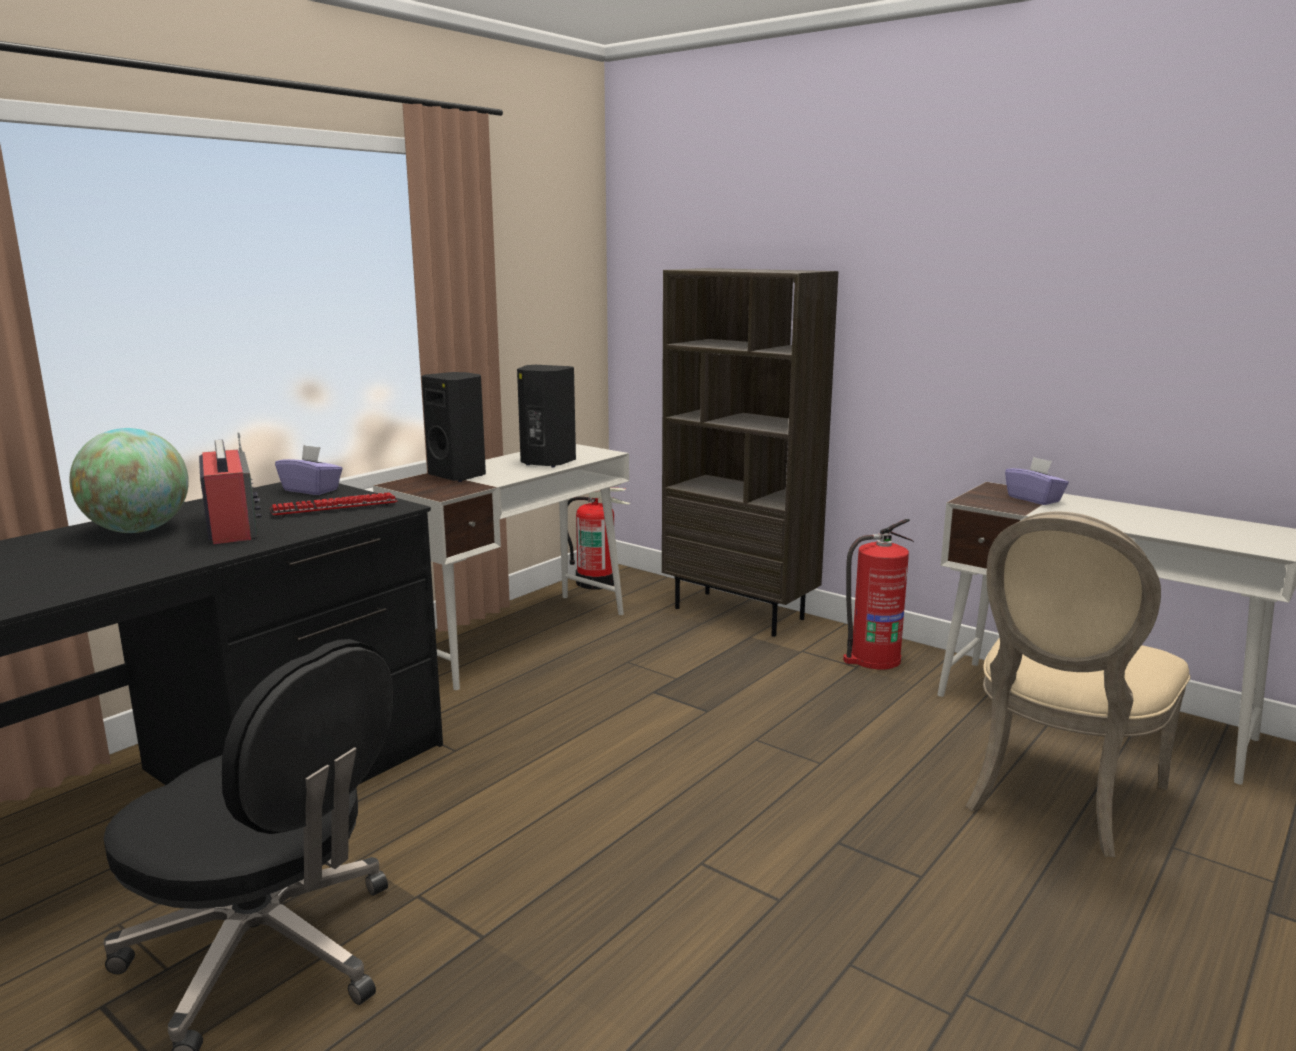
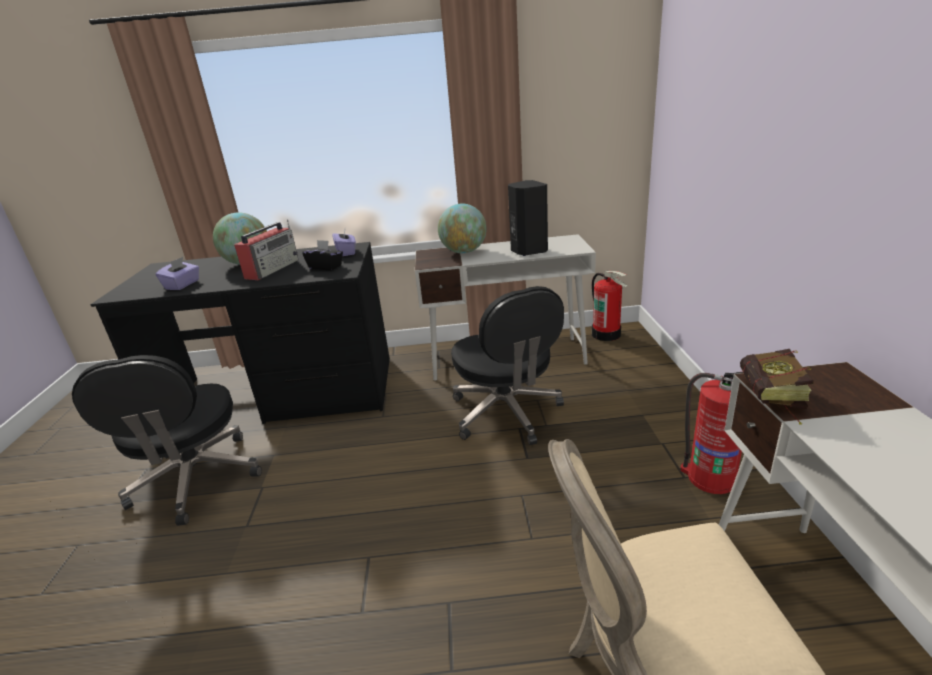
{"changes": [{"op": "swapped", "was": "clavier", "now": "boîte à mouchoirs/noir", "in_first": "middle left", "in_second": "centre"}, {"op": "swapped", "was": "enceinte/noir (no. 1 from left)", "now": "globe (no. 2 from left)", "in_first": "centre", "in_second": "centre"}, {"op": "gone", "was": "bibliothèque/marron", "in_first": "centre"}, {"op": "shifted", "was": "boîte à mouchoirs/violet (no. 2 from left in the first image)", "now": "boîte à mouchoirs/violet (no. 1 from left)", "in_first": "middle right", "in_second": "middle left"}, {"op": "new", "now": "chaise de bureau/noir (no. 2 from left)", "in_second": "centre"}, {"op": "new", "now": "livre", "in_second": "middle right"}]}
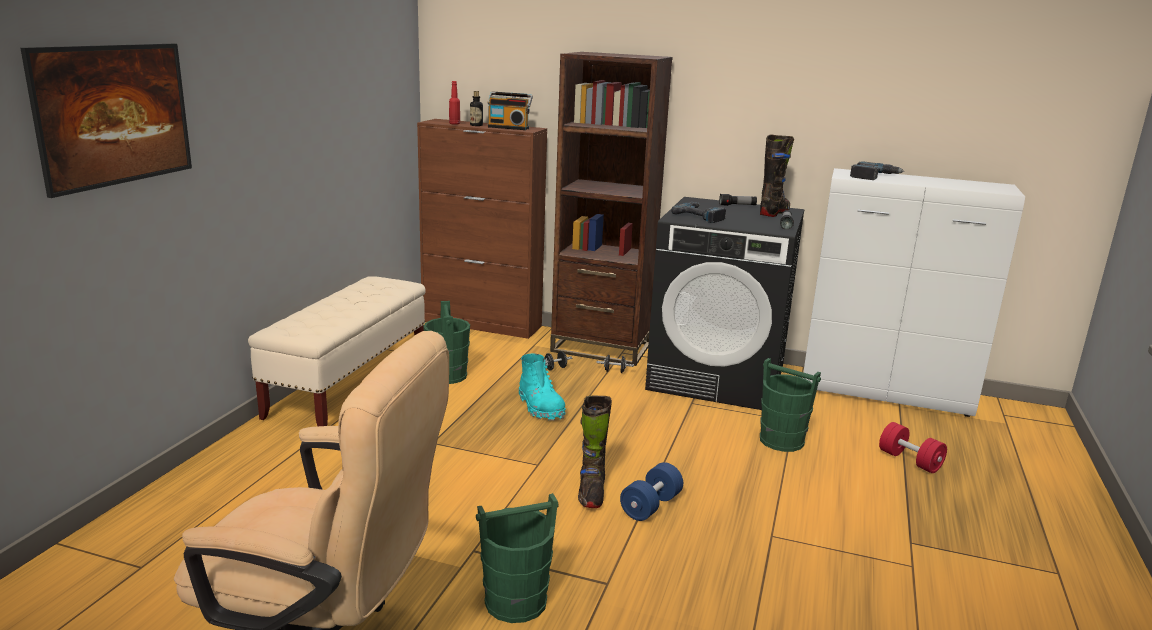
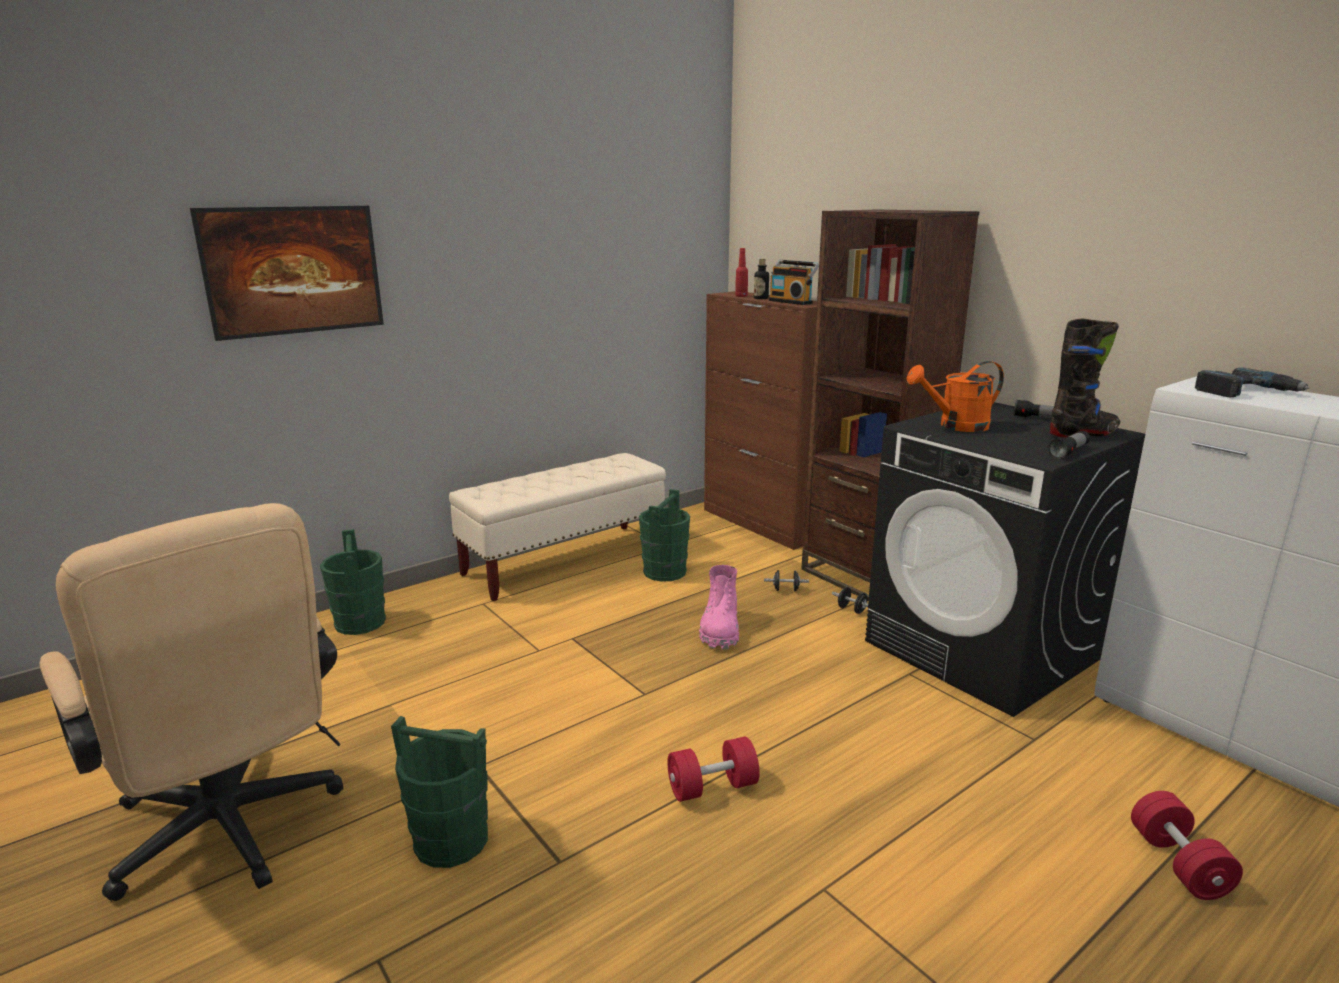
{"changes": [{"op": "repainted", "was": "botte/turquoise", "now": "botte/rose", "in_first": "centre", "in_second": "centre"}, {"op": "gone", "was": "botte/noir (no. 1 from left)", "in_first": "bottom centre"}, {"op": "repainted", "was": "haltère/bleu", "now": "haltère/rouge (no. 1 from left)", "in_first": "bottom centre", "in_second": "bottom centre"}, {"op": "swapped", "was": "perceuse (no. 1 from left)", "now": "arrosoir/orange", "in_first": "centre", "in_second": "middle right"}, {"op": "shifted", "was": "seau/vert (no. 3 from left in the first image)", "now": "seau/vert (no. 1 from left)", "in_first": "middle right", "in_second": "middle left"}]}
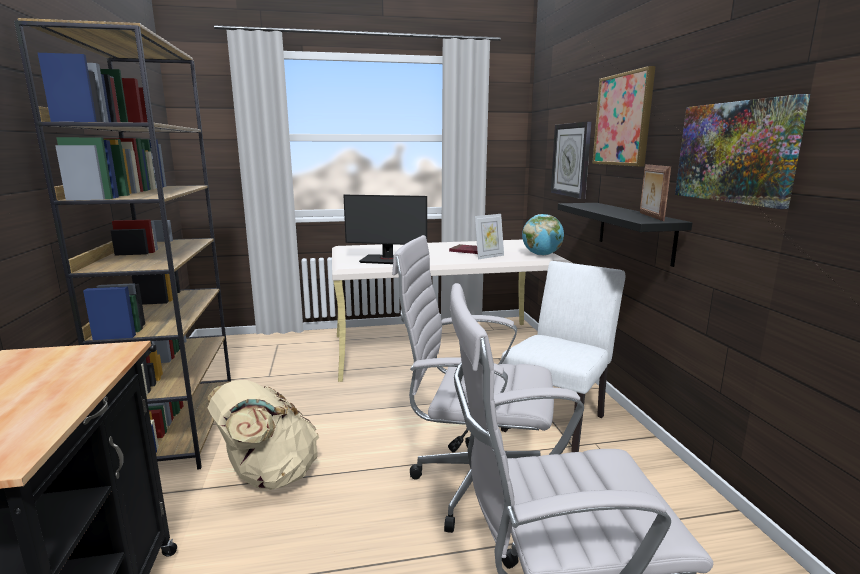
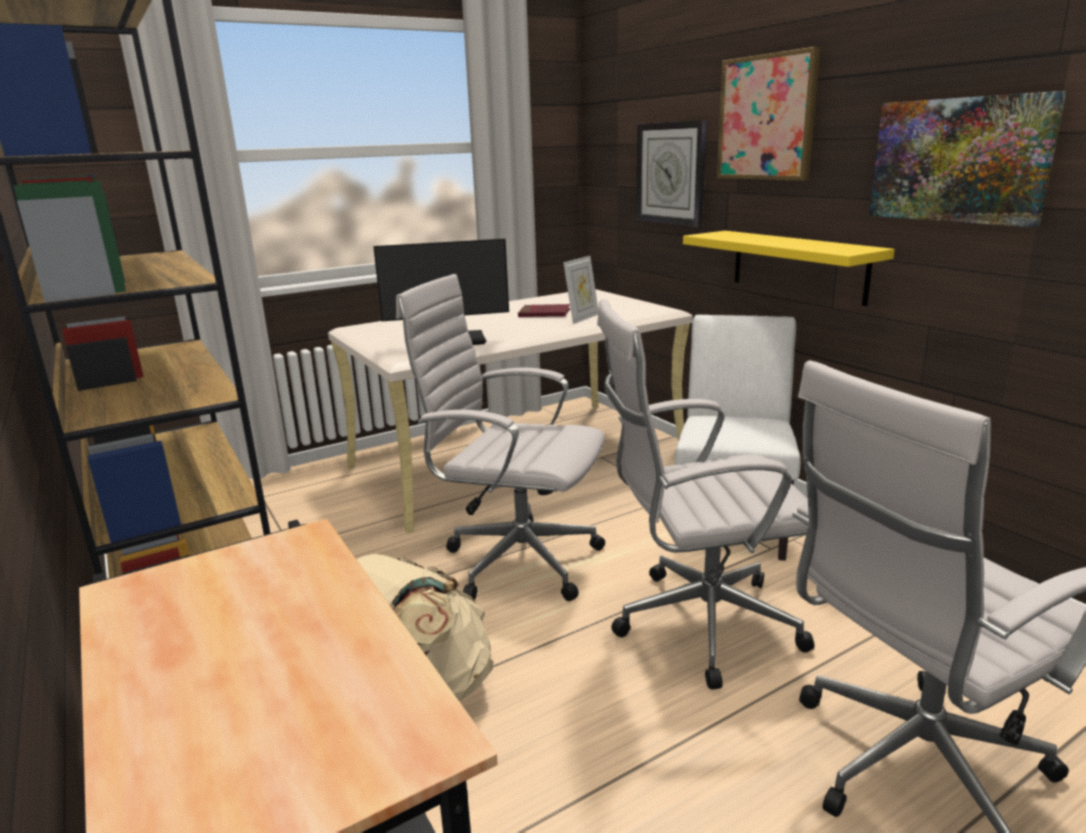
{"changes": [{"op": "gone", "was": "globe", "in_first": "centre"}, {"op": "repainted", "was": "étagère/noir", "now": "étagère/jaune", "in_first": "middle right", "in_second": "top right"}, {"op": "gone", "was": "cadre photo (no. 2 from left)", "in_first": "middle right"}, {"op": "new", "now": "chaise de bureau/blanc (no. 1 from left)", "in_second": "centre"}]}
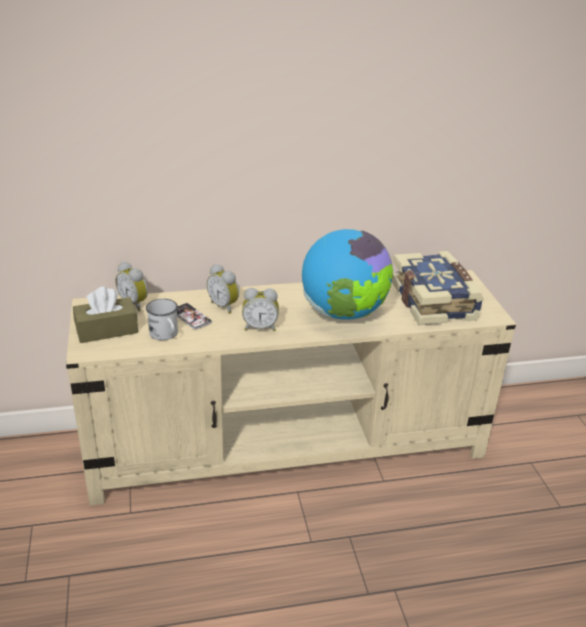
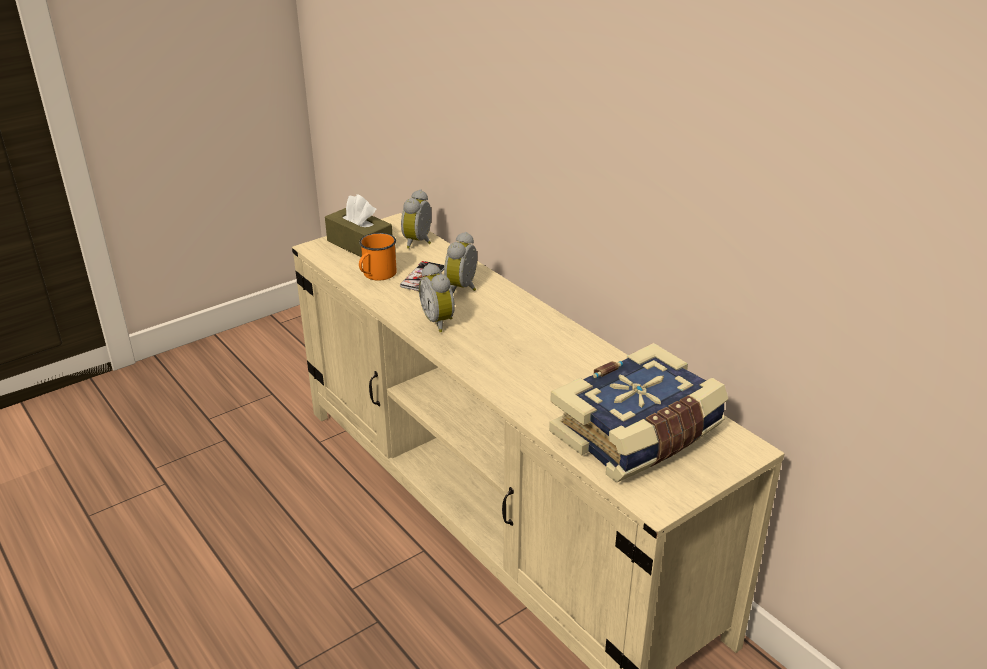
{"changes": [{"op": "repainted", "was": "mug/blanc", "now": "mug/orange", "in_first": "middle left", "in_second": "centre"}, {"op": "gone", "was": "globe", "in_first": "centre"}]}
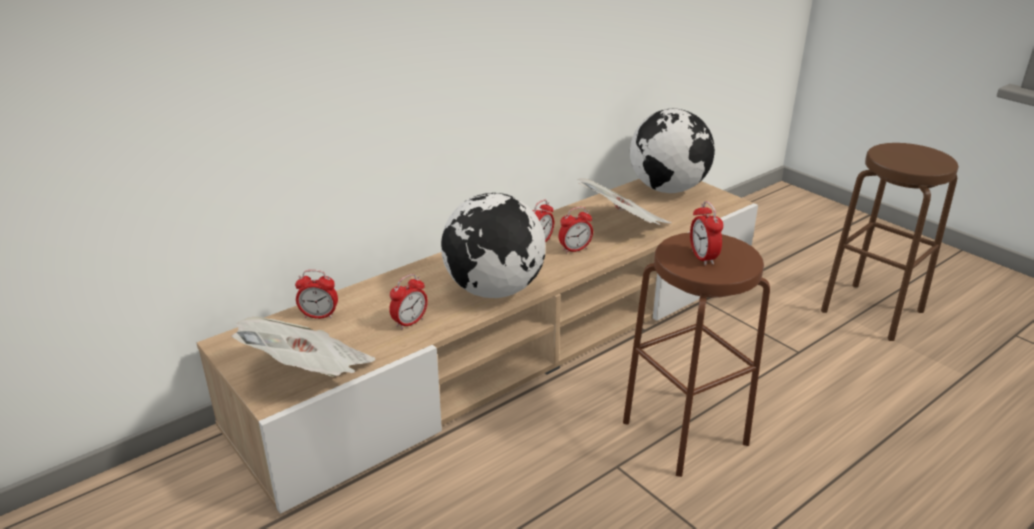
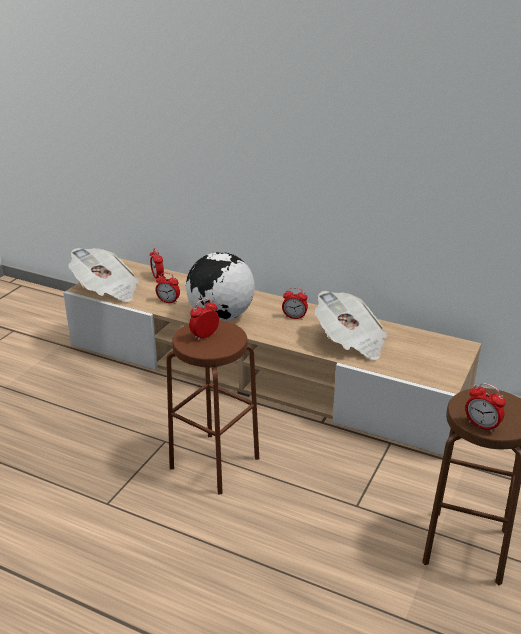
{"changes": [{"op": "shifted", "was": "réveil (no. 4 from left in the first image)", "now": "réveil (no. 5 from left)", "in_first": "centre", "in_second": "middle right"}, {"op": "gone", "was": "globe (no. 2 from left)", "in_first": "top centre"}]}
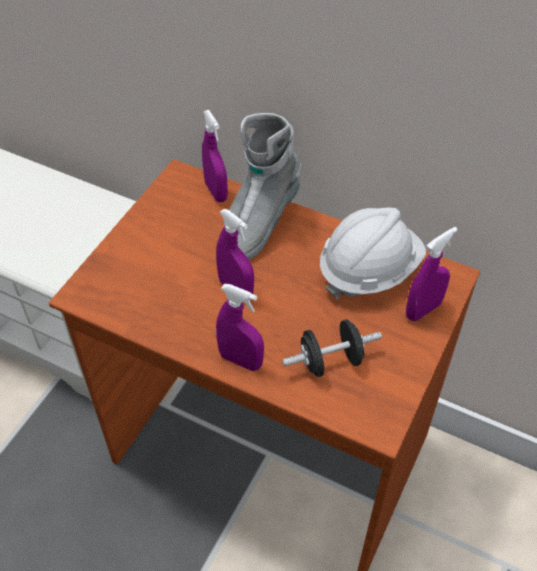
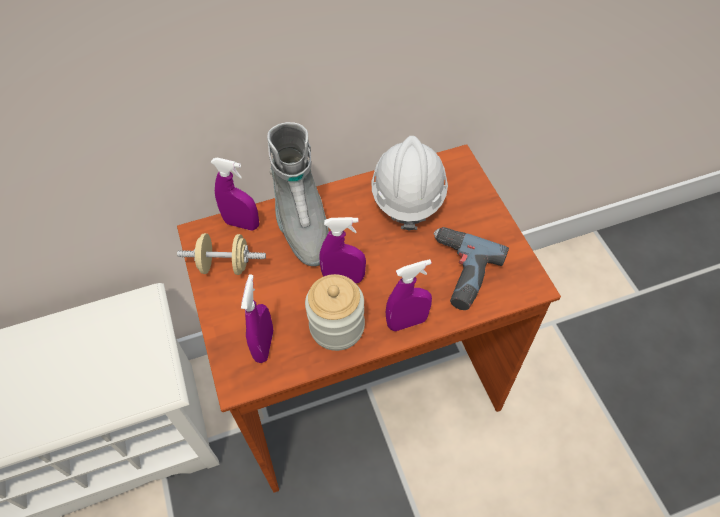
{"changes": [{"op": "swapped", "was": "haltère/noir", "now": "perceuse", "in_first": "centre", "in_second": "centre"}, {"op": "shifted", "was": "vaporisateur/violet (no. 4 from left in the first image)", "now": "vaporisateur/violet (no. 2 from left)", "in_first": "middle right", "in_second": "centre"}, {"op": "new", "now": "haltère/beige", "in_second": "middle left"}, {"op": "new", "now": "bocal", "in_second": "centre"}]}
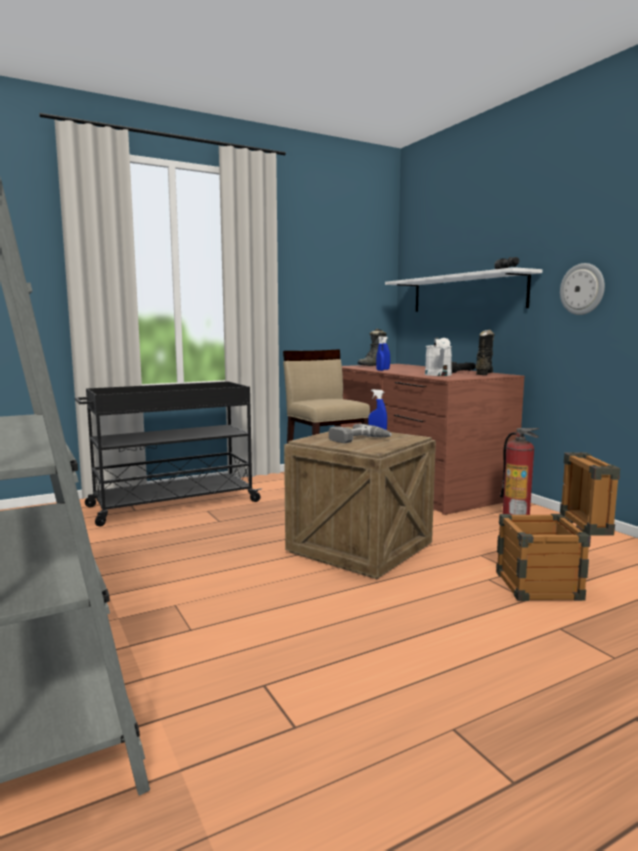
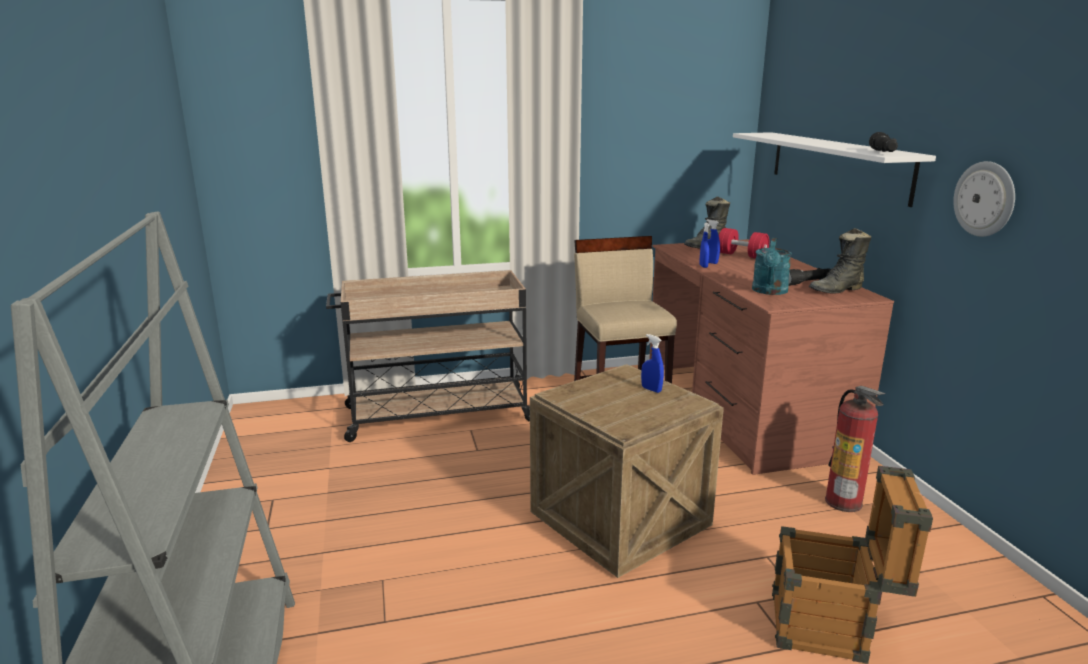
{"changes": [{"op": "repainted", "was": "chariot/noir", "now": "chariot/beige", "in_first": "middle left", "in_second": "centre"}, {"op": "gone", "was": "perceuse", "in_first": "centre"}, {"op": "repainted", "was": "arrosoir/blanc", "now": "arrosoir/turquoise", "in_first": "middle right", "in_second": "middle right"}, {"op": "rotated", "was": "botte/noir (no. 2 from left)", "in_first": "middle right", "in_second": "middle right", "clockwise": -150}, {"op": "new", "now": "haltère/rouge", "in_second": "middle right"}]}
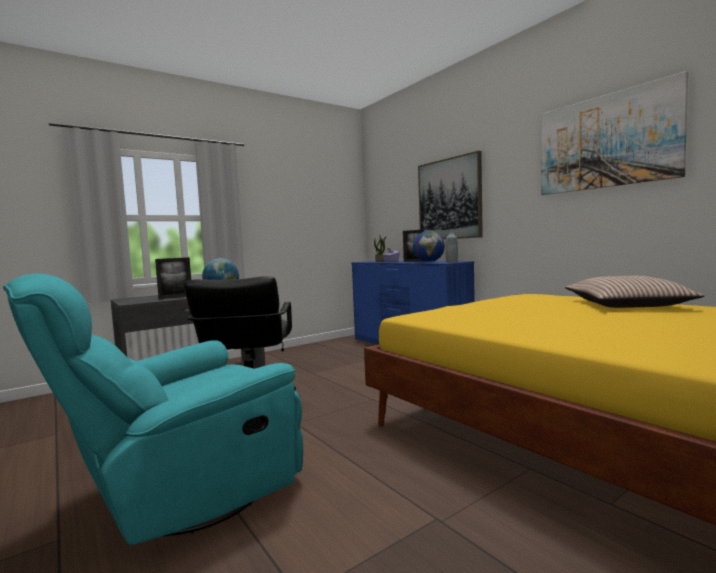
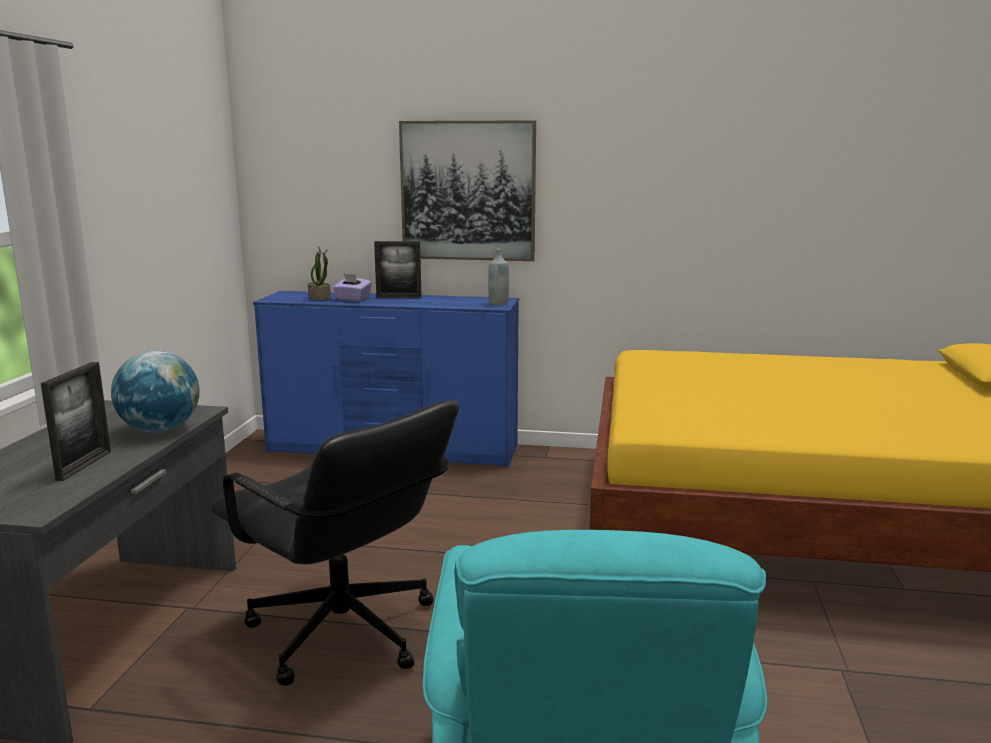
{"changes": [{"op": "gone", "was": "globe (no. 2 from left)", "in_first": "centre"}, {"op": "gone", "was": "tableau (no. 2 from left)", "in_first": "top right"}, {"op": "gone", "was": "coussin", "in_first": "middle right"}]}
